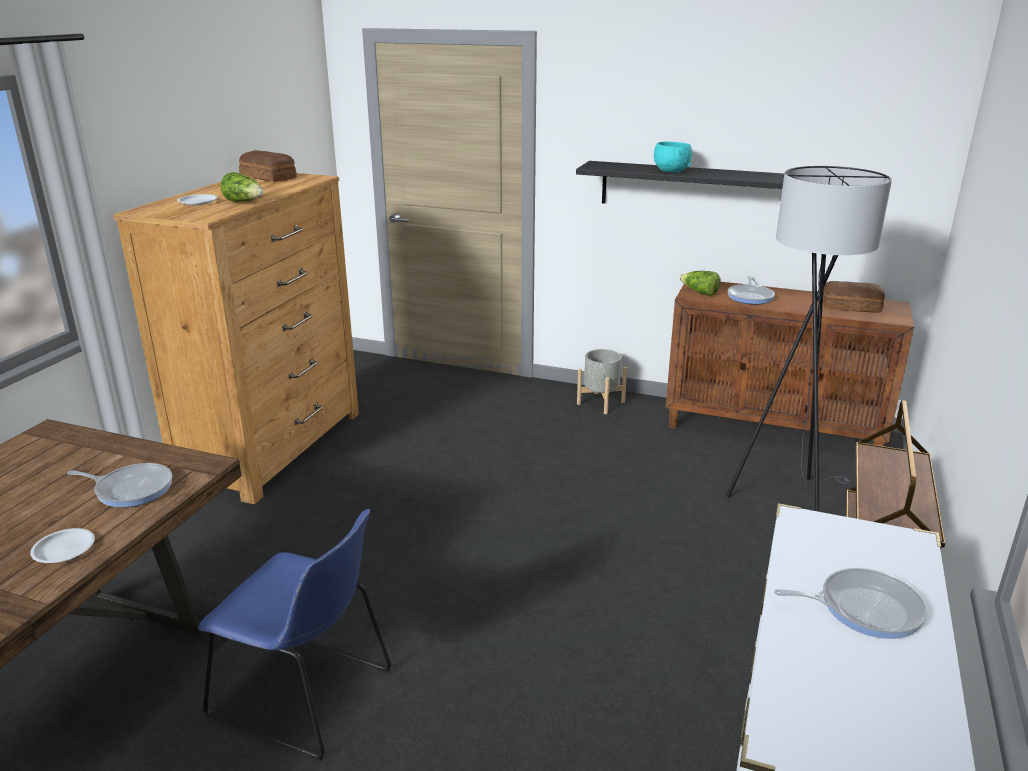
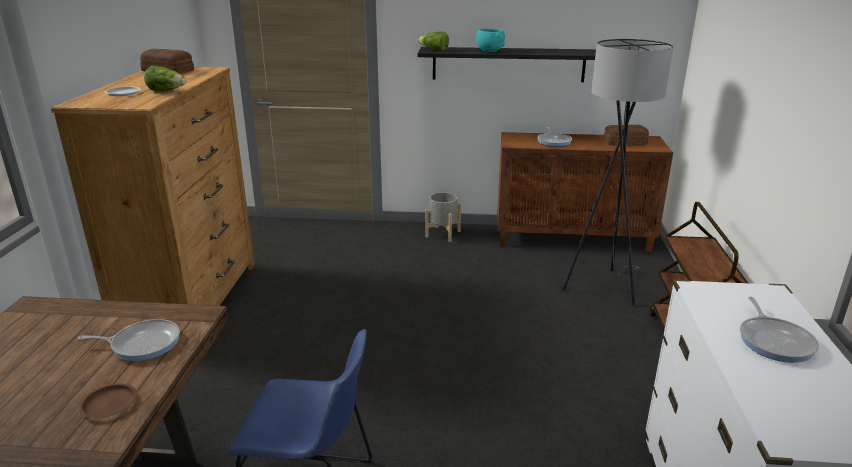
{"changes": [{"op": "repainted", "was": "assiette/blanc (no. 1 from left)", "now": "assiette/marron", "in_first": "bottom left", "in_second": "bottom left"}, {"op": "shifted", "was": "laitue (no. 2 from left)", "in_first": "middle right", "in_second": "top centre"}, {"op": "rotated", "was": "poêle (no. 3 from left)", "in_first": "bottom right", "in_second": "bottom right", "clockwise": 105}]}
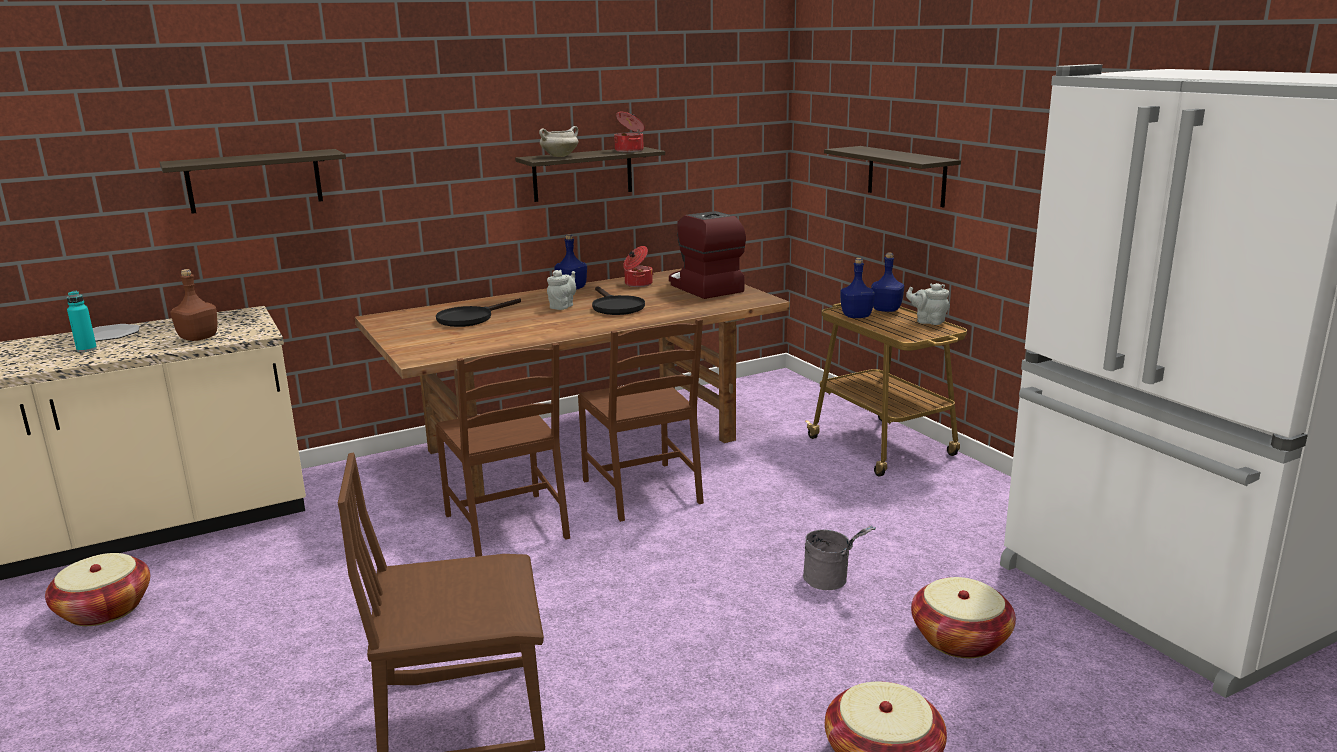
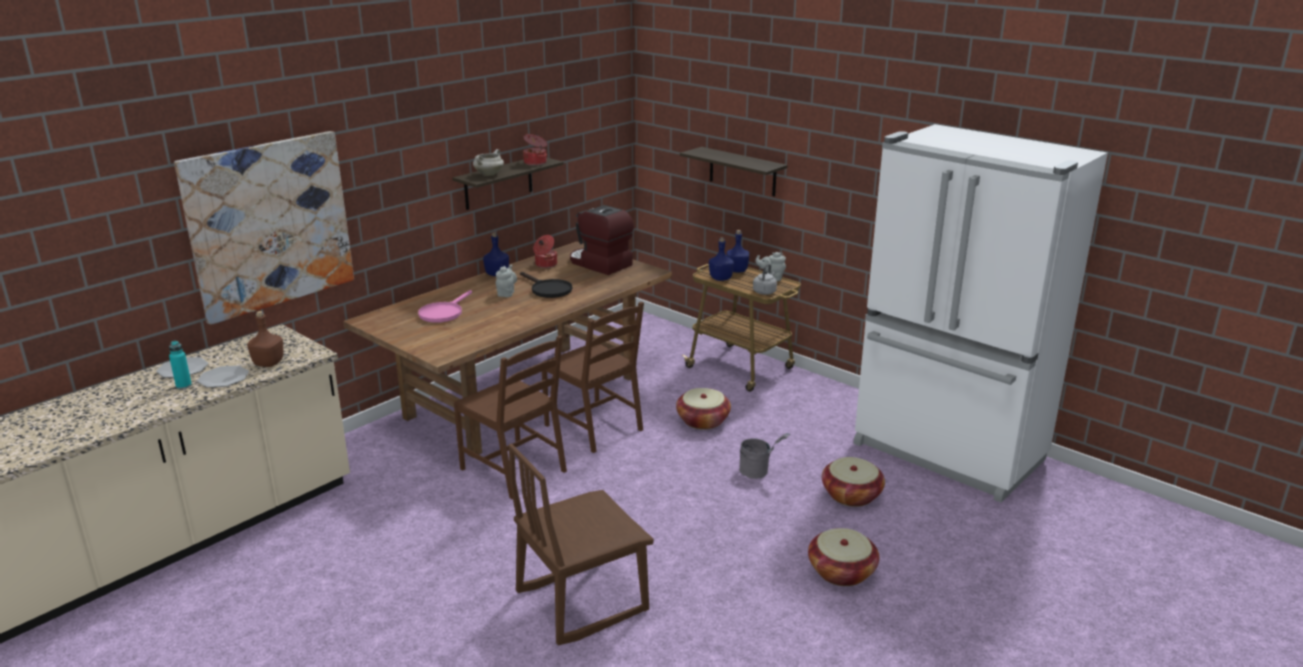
{"changes": [{"op": "shifted", "was": "panier (no. 1 from left)", "in_first": "bottom left", "in_second": "centre"}, {"op": "swapped", "was": "étagère (no. 1 from left)", "now": "tableau", "in_first": "top left", "in_second": "middle left"}, {"op": "repainted", "was": "poêle/noir (no. 1 from left)", "now": "poêle/rose", "in_first": "centre", "in_second": "centre"}, {"op": "new", "now": "assiette (no. 2 from left)", "in_second": "middle left"}, {"op": "new", "now": "bouilloire/gris", "in_second": "centre"}]}
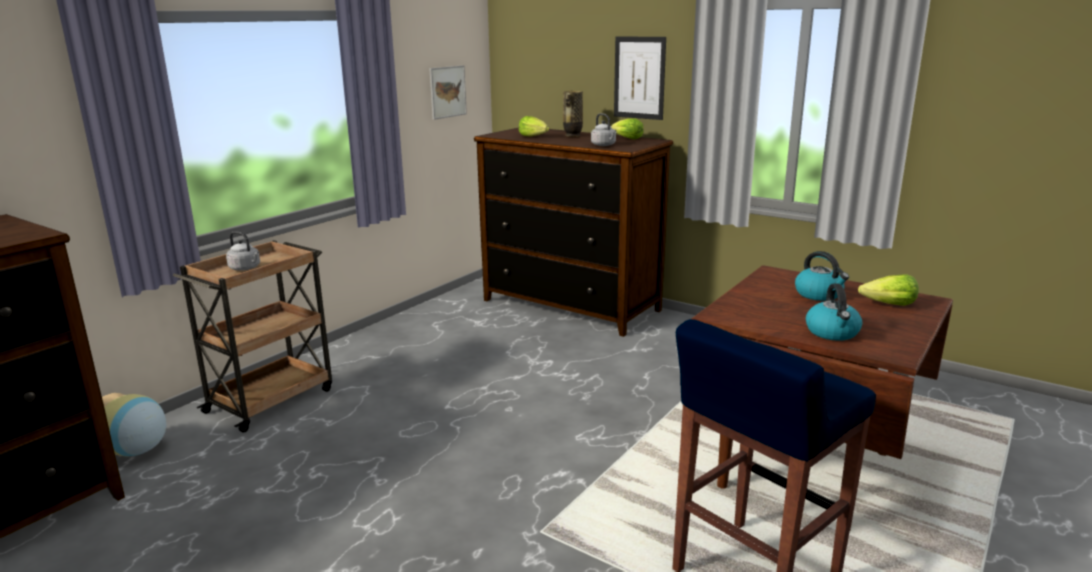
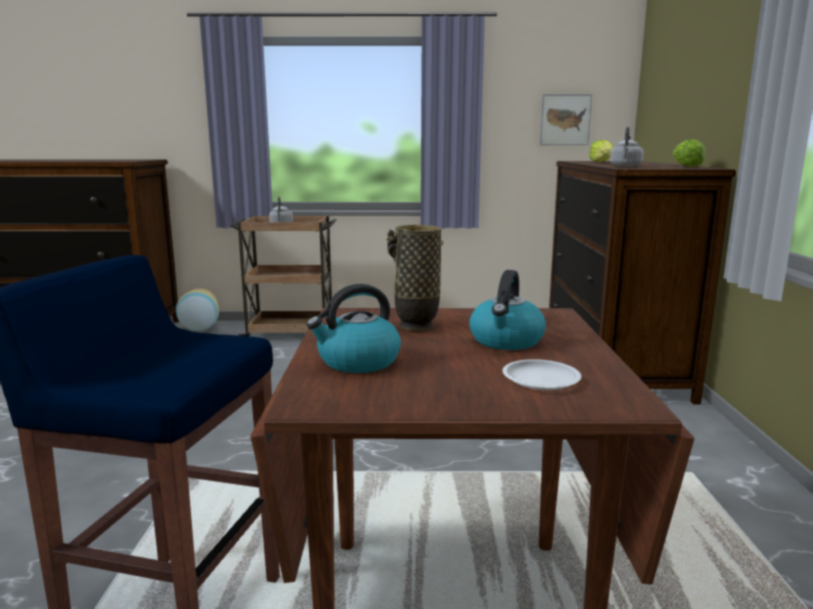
{"changes": [{"op": "shifted", "was": "vase (no. 2 from left)", "in_first": "top centre", "in_second": "centre"}, {"op": "gone", "was": "tableau (no. 2 from left)", "in_first": "top centre"}, {"op": "swapped", "was": "laitue (no. 3 from left)", "now": "assiette/blanc", "in_first": "middle right", "in_second": "middle right"}]}
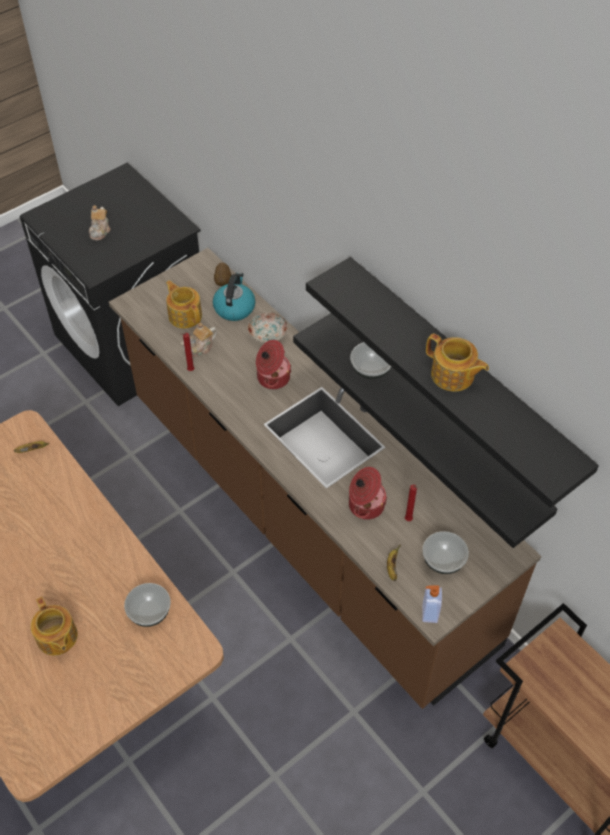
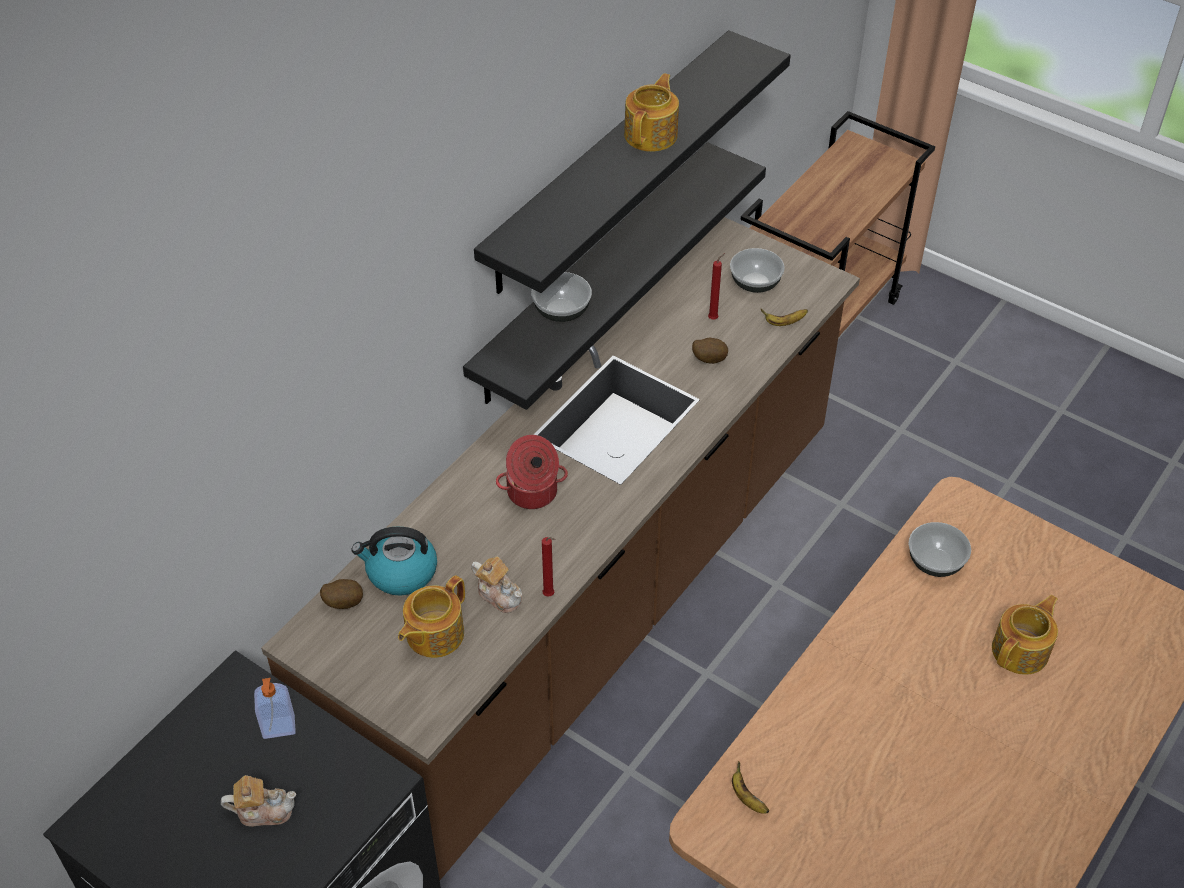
{"changes": [{"op": "gone", "was": "assiette", "in_first": "centre"}, {"op": "swapped", "was": "marmite (no. 2 from left)", "now": "pomme de terre (no. 2 from left)", "in_first": "centre", "in_second": "centre"}, {"op": "shifted", "was": "distributeur de savon", "in_first": "bottom right", "in_second": "bottom left"}]}
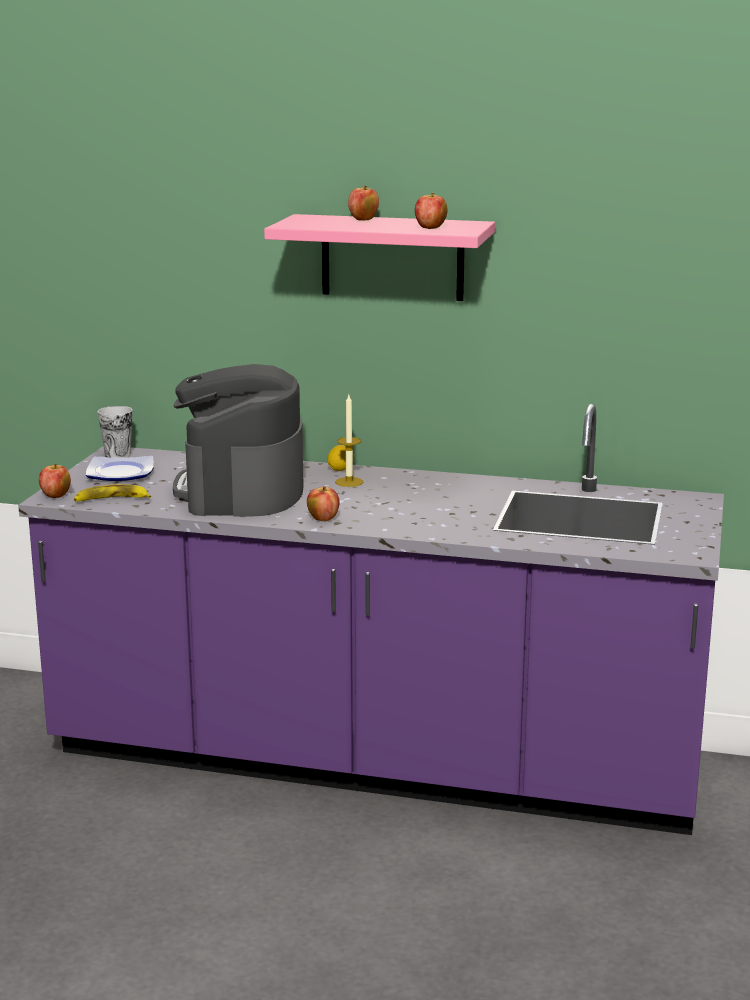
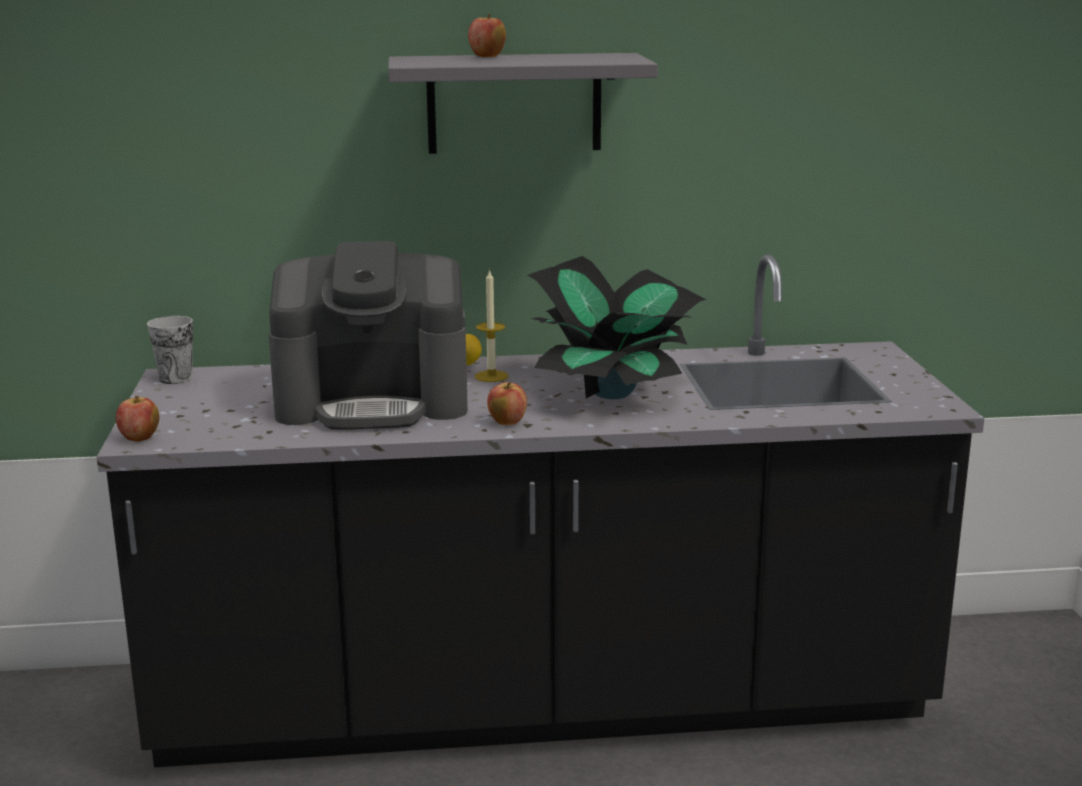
{"changes": [{"op": "repainted", "was": "comptoir de cuisine/violet", "now": "comptoir de cuisine/noir", "in_first": "centre", "in_second": "centre"}, {"op": "gone", "was": "banane", "in_first": "middle left"}, {"op": "gone", "was": "assiette", "in_first": "middle left"}, {"op": "rotated", "was": "machine à café", "in_first": "middle left", "in_second": "centre", "clockwise": -75}, {"op": "repainted", "was": "étagère/rose", "now": "étagère/gris", "in_first": "top centre", "in_second": "top centre"}, {"op": "gone", "was": "pomme (no. 4 from left)", "in_first": "top centre"}, {"op": "new", "now": "plante en pot", "in_second": "centre"}]}
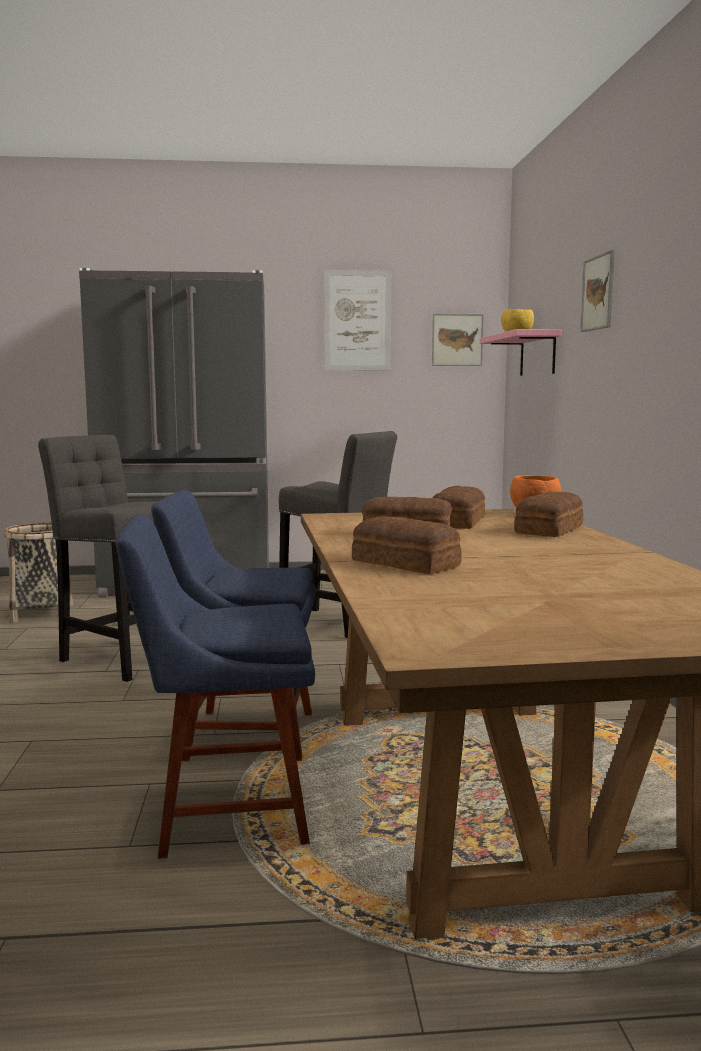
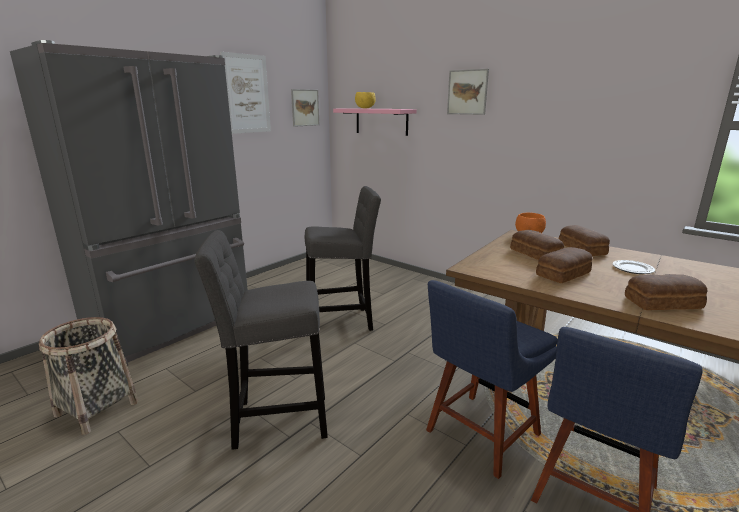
{"changes": [{"op": "new", "now": "assiette", "in_second": "middle right"}]}
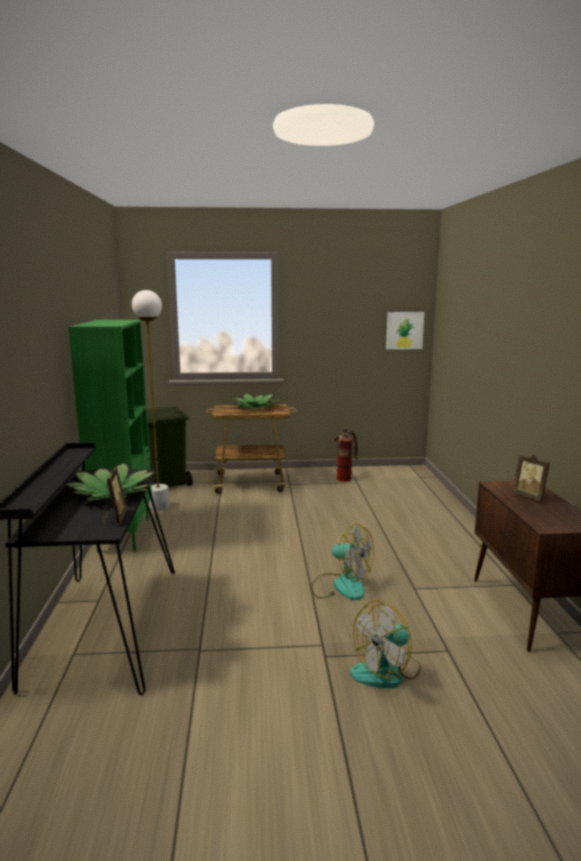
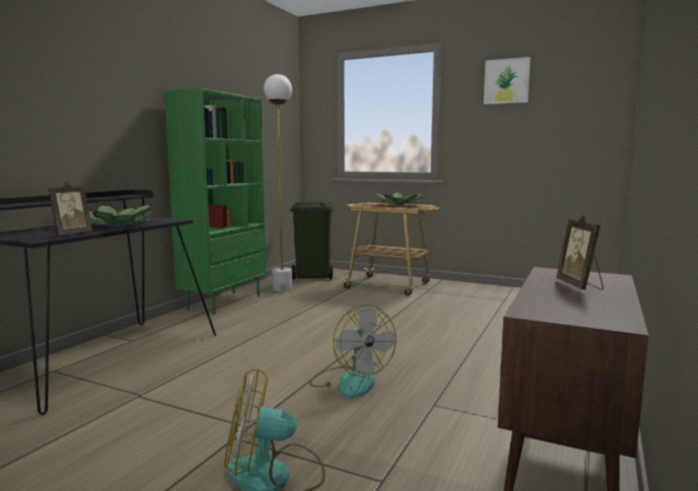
{"changes": [{"op": "gone", "was": "extincteur", "in_first": "centre"}, {"op": "shifted", "was": "tableau", "in_first": "middle right", "in_second": "top right"}]}
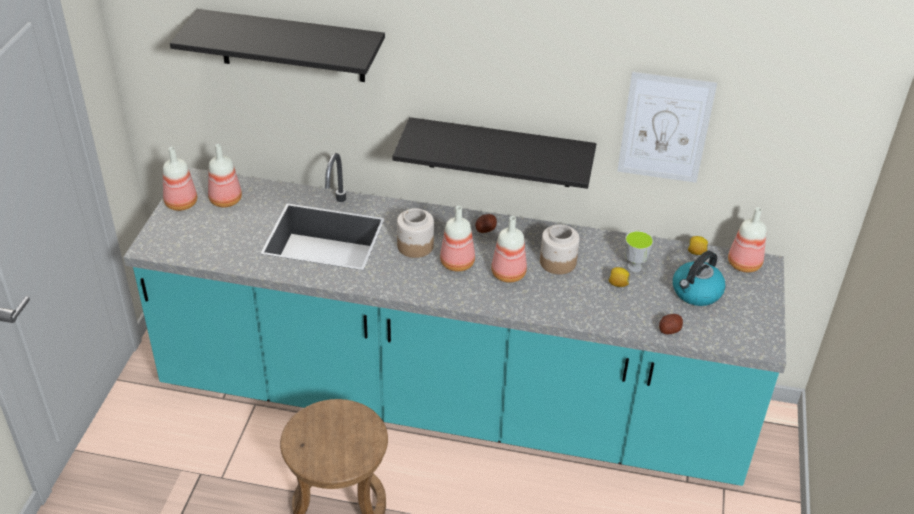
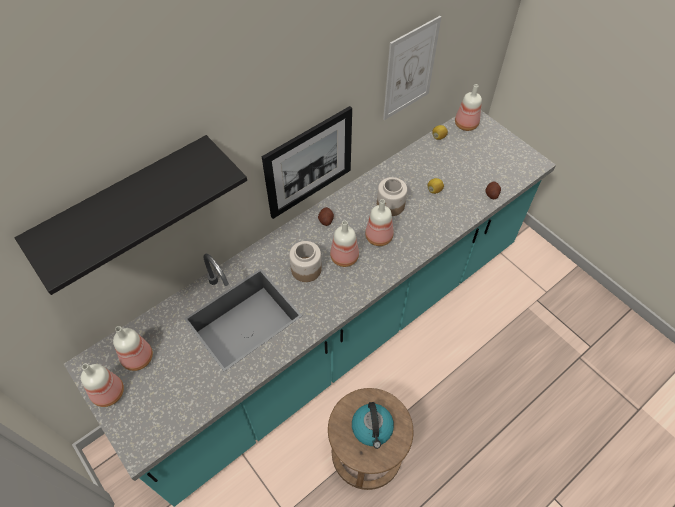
{"changes": [{"op": "swapped", "was": "étagère/noir (no. 2 from left)", "now": "tableau (no. 1 from left)", "in_first": "top centre", "in_second": "top centre"}, {"op": "gone", "was": "tasse", "in_first": "middle right"}, {"op": "shifted", "was": "bouilloire", "in_first": "middle right", "in_second": "bottom centre"}]}
